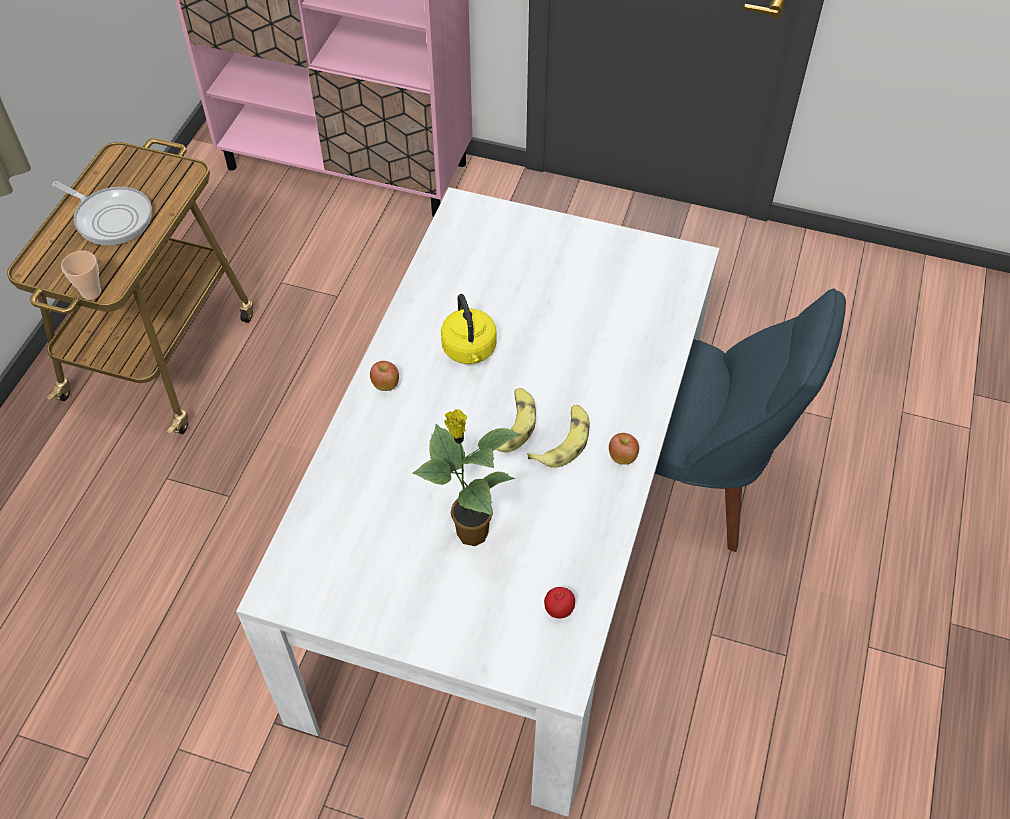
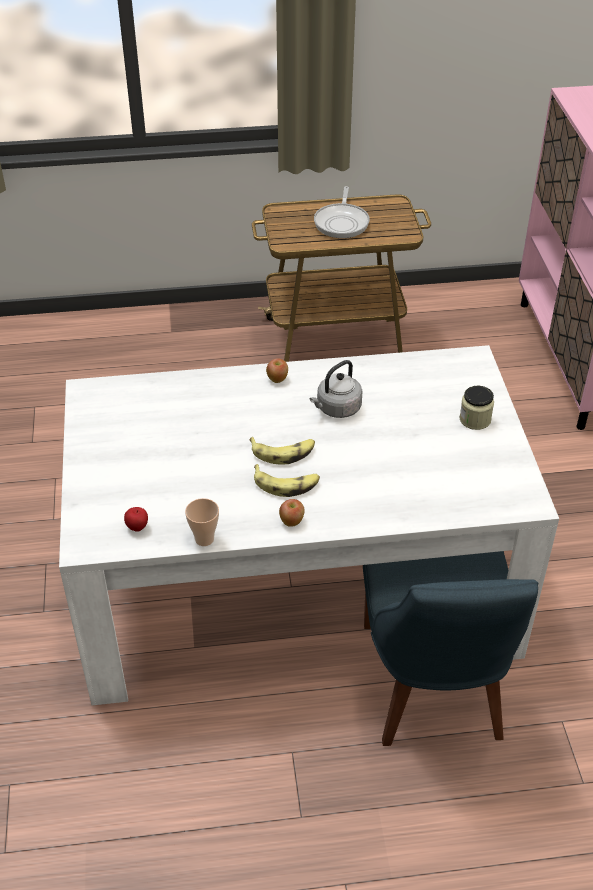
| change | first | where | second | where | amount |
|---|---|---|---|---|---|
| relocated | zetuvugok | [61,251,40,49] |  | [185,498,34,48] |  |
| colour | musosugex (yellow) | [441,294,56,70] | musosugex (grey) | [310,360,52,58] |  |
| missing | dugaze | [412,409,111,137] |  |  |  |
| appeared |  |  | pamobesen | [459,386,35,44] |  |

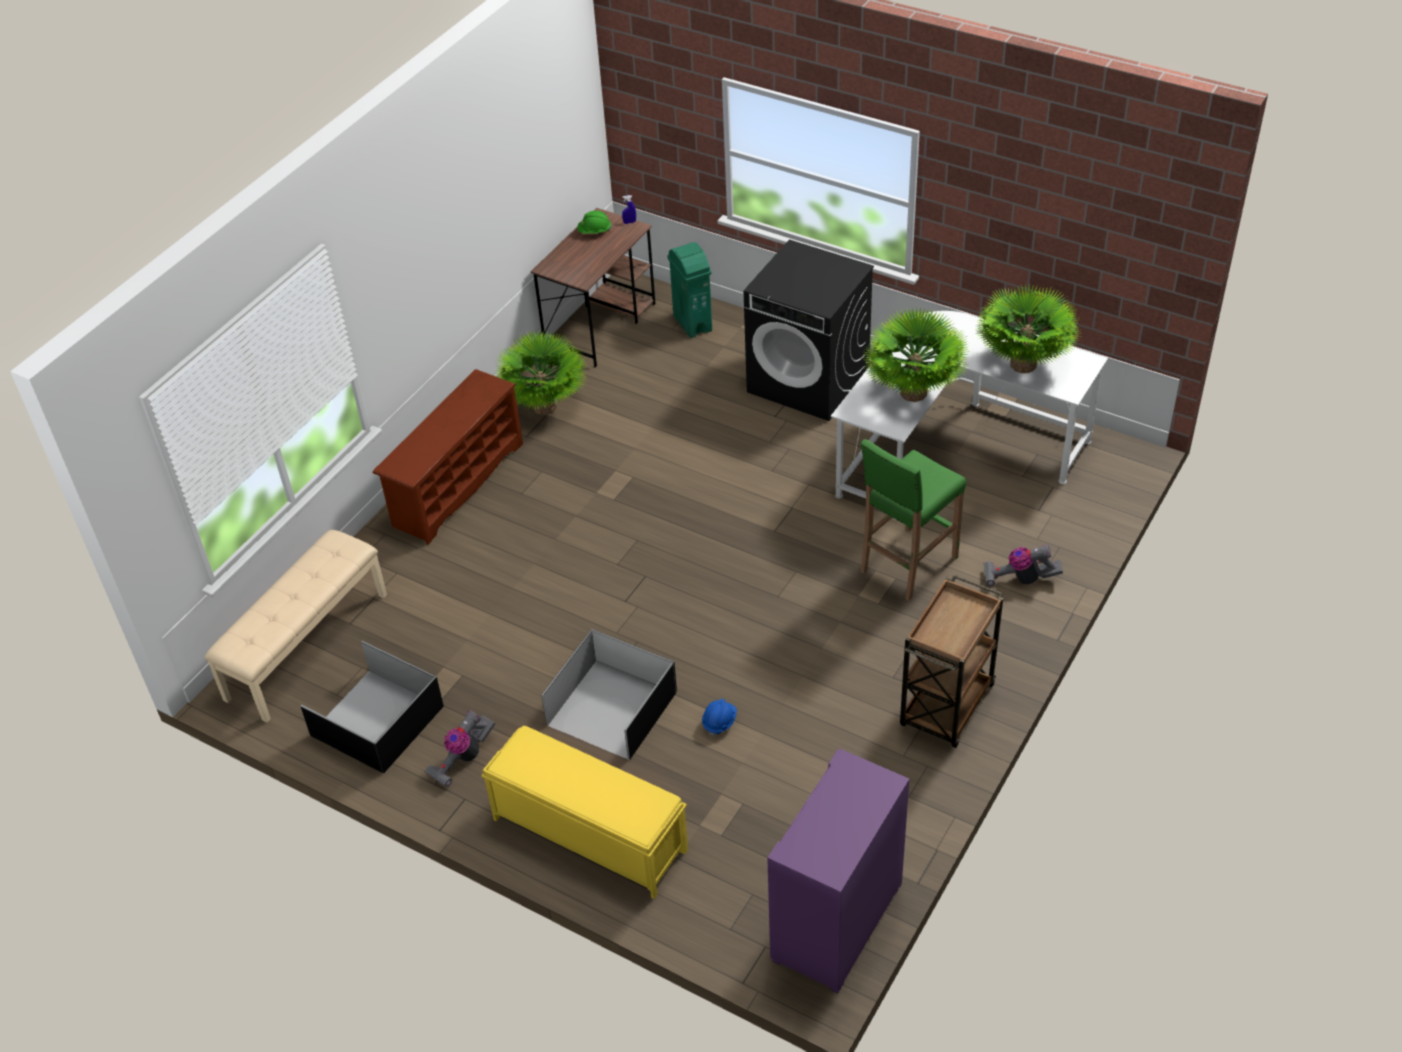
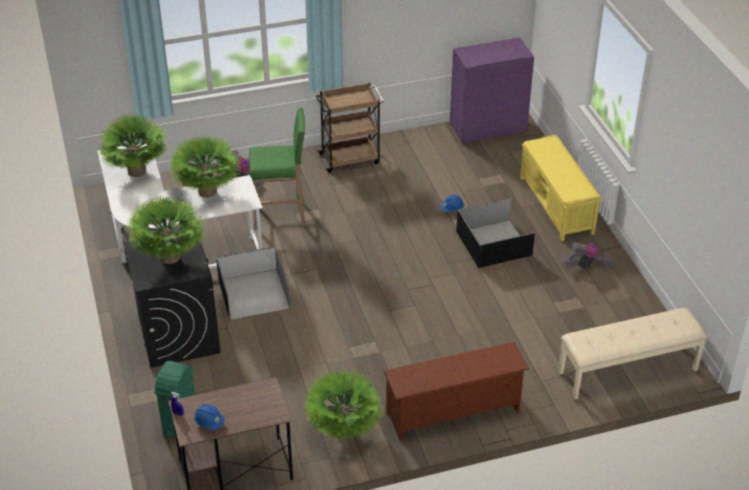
| change | first | where | second | where | amount |
|---|---|---|---|---|---|
| colour | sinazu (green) | [577,211,35,23] | sinazu (blue) | [194,404,31,26] |  |
| relocated | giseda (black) | [300,641,144,132] |  | [216,246,75,74] |  |
| appeared |  |  | dugaze | [126,195,80,69] |  |

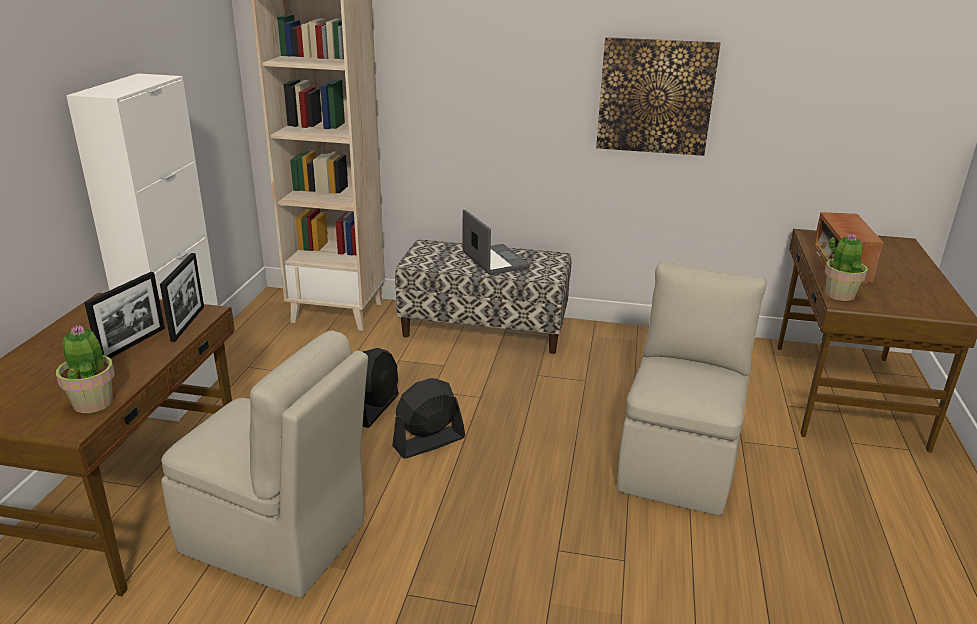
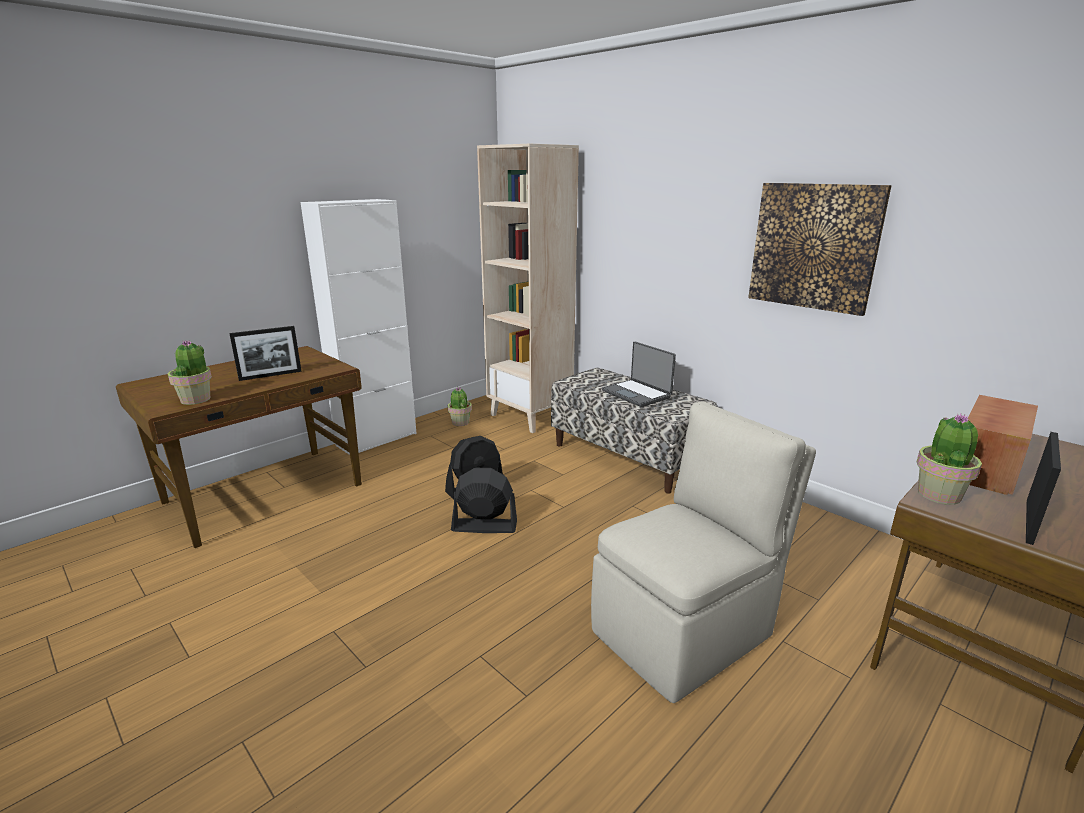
| change | first | where | second | where | amount |
|---|---|---|---|---|---|
| spun | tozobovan | [463,210,67,65] |  | [602,342,74,65] | 135 degrees clockwise |
| relocated | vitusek | [160,253,44,89] |  | [1026,432,35,113] |  |
| missing | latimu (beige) | [161,330,207,268] |  |  |  |
| appeared |  |  | dugaze | [448,387,24,39] |  |

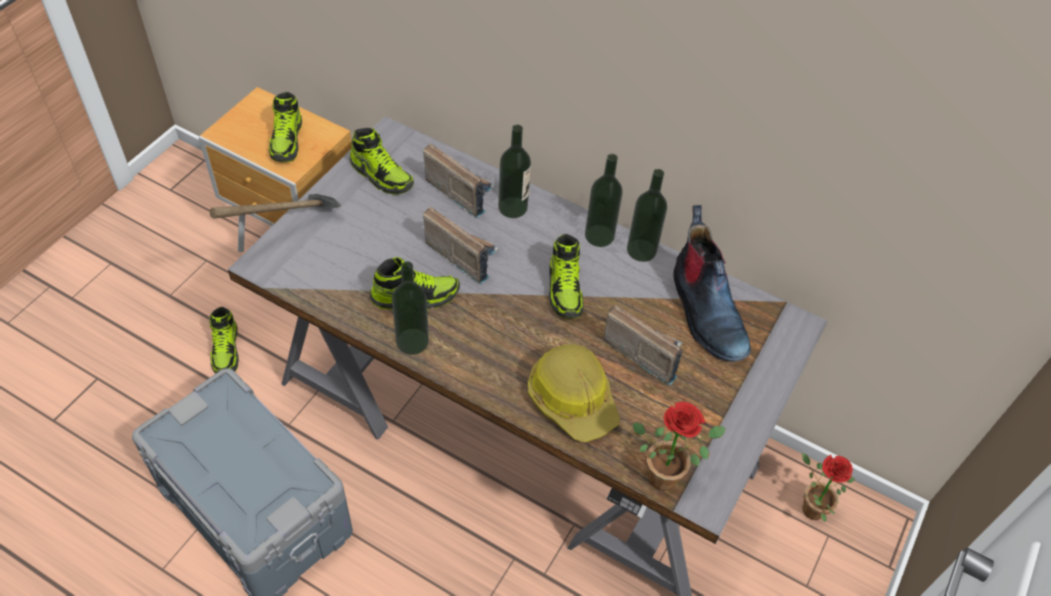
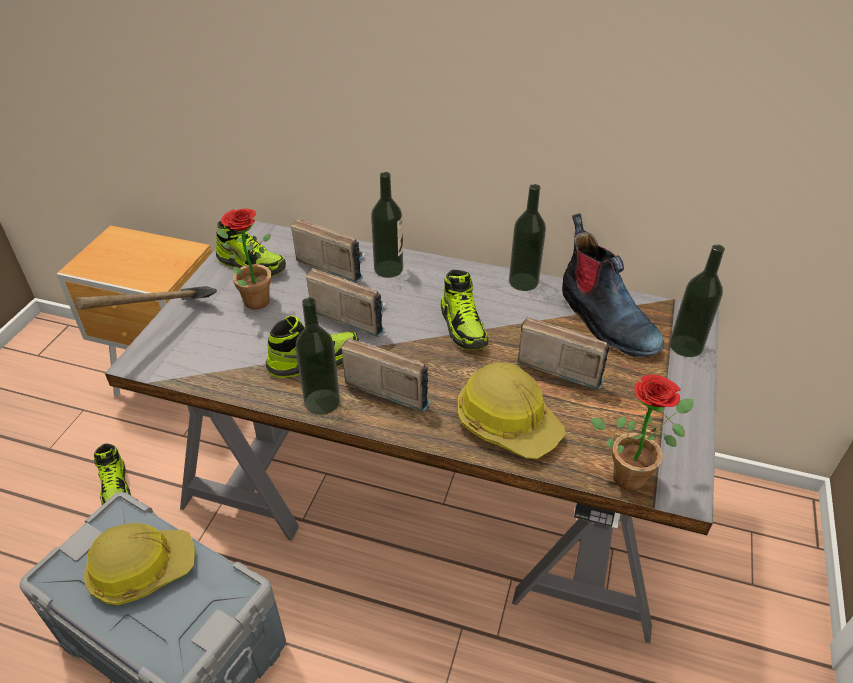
| change | first | where | second | where | amount |
|---|---|---|---|---|---|
| missing | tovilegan | [269,92,33,70] |  |  |  |
| relocated | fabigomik | [585,154,38,93] |  | [670,244,55,113] |  |
| relocated | dugaze | [802,453,53,69] |  | [216,209,55,101] |  |
| appeared |  |  | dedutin | [341,338,89,74] |  |
| appeared |  |  | sinazu | [84,523,111,83] |  |

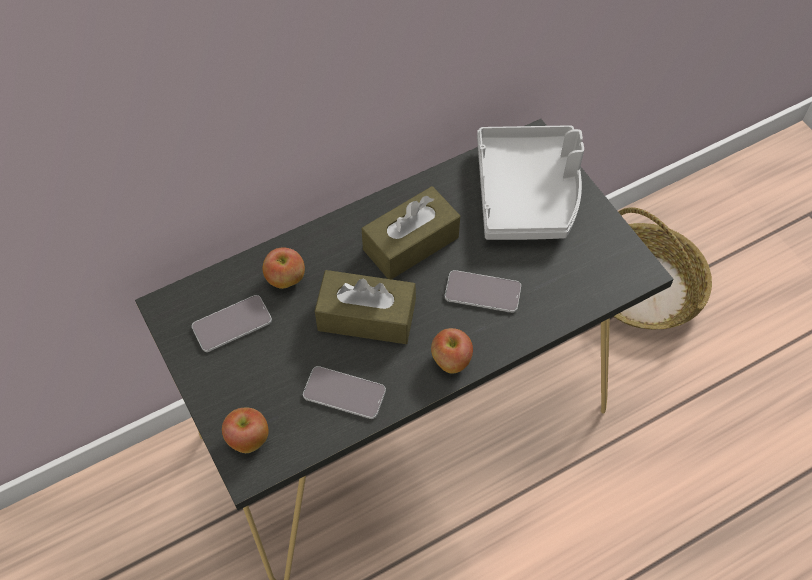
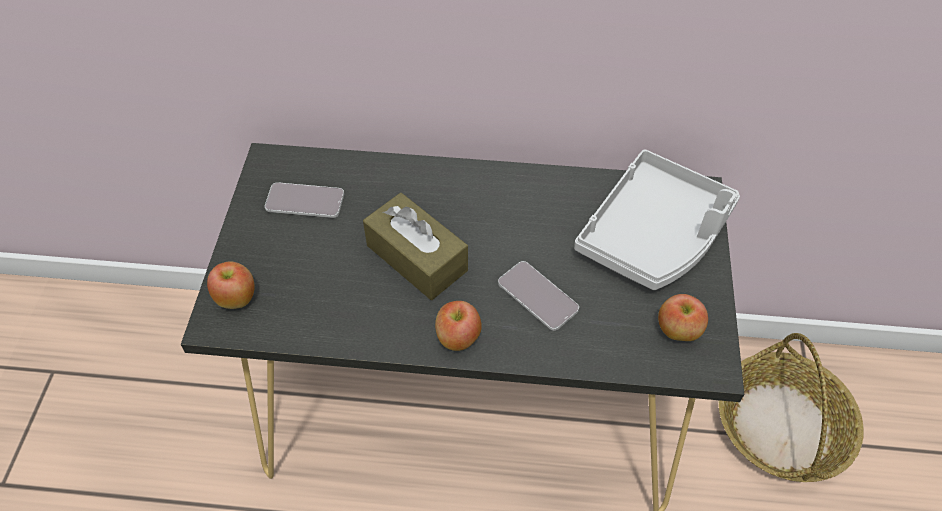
| change | first | where | second | where | amount |
|---|---|---|---|---|---|
| missing | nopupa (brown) | [362,186,98,93] |  |  |  |
| relocated | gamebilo | [262,248,43,41] |  | [658,294,50,47] |  |
| missing | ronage | [303,366,83,53] |  |  |  |

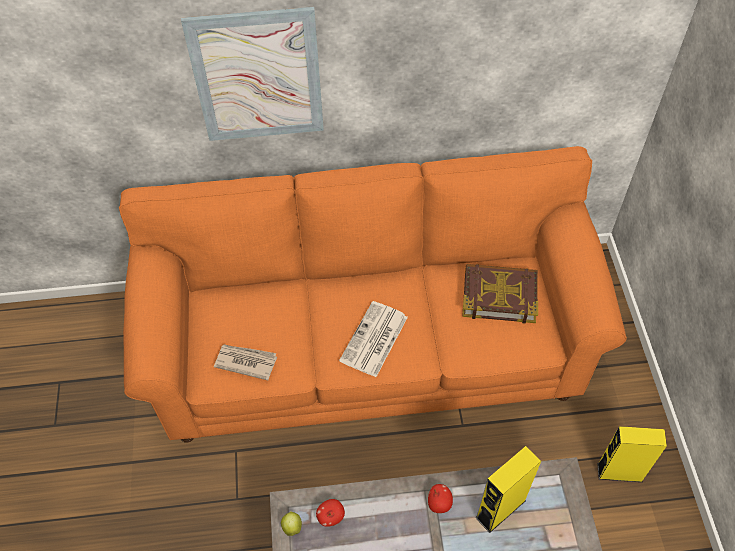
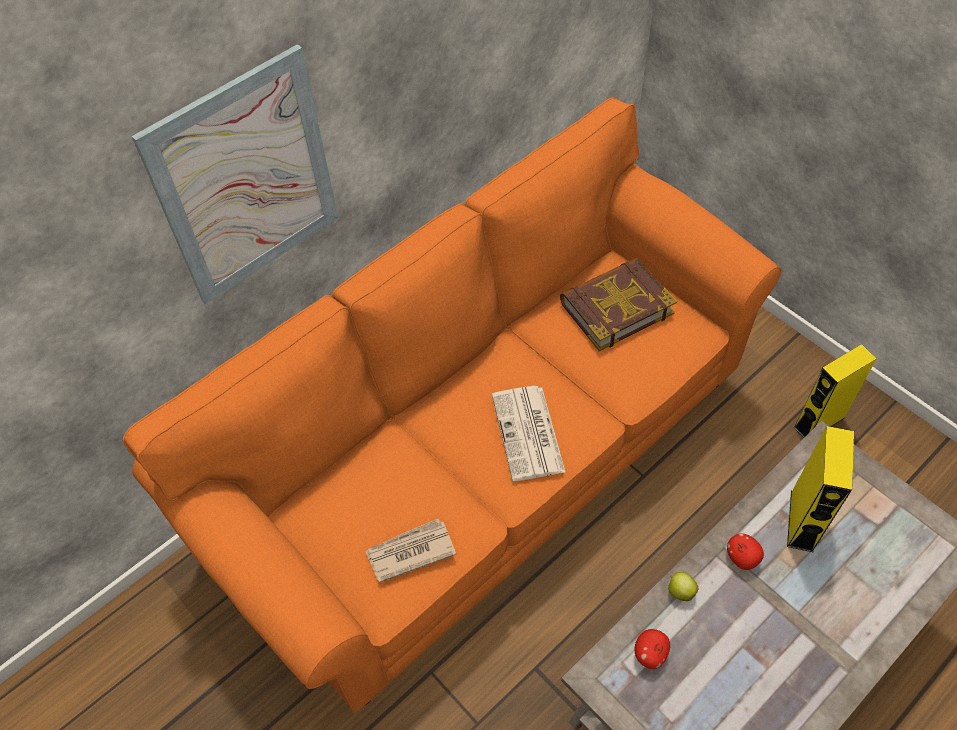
| change | first | where | second | where | amount |
|---|---|---|---|---|---|
| relocated | gamebilo | [281,511,21,25] |  | [668,572,30,29] |  |

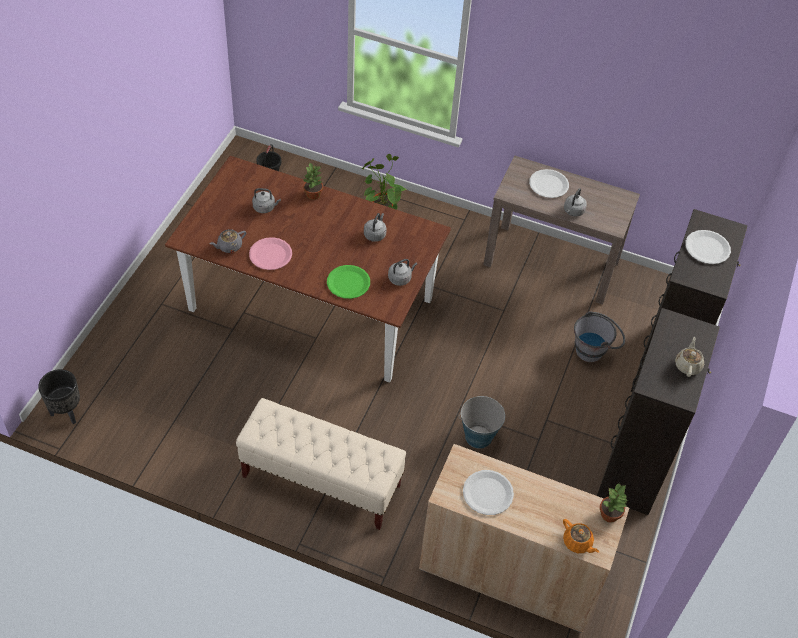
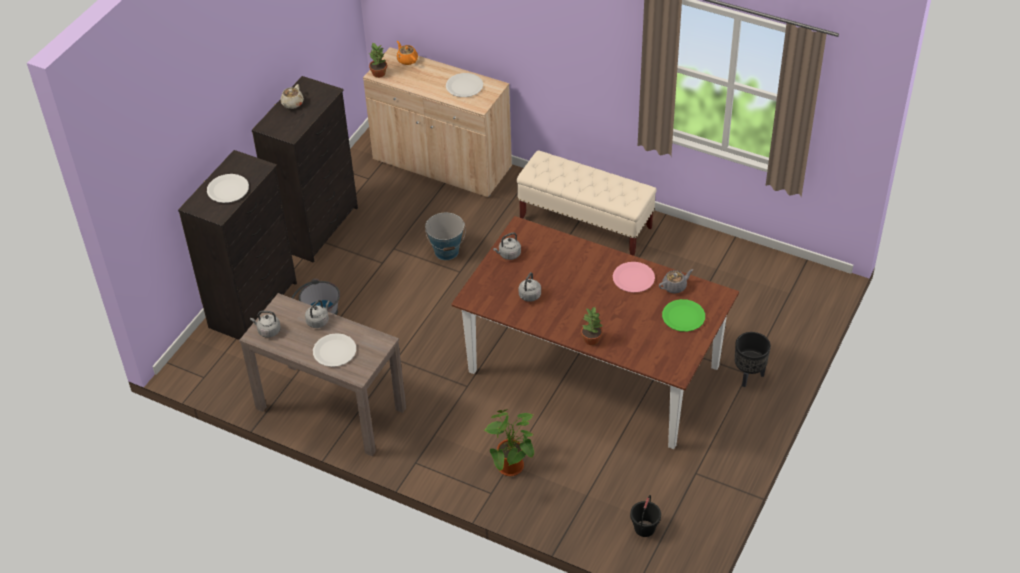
| change | first | where | second | where | amount |
|---|---|---|---|---|---|
| relocated | musosugex (grey) | [252,188,29,25] |  | [250,311,31,27] |  |
| relocated | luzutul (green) | [327,265,43,34] |  | [662,299,43,33] |  |
| relocated | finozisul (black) | [38,369,42,55] |  | [735,332,36,55] |  |

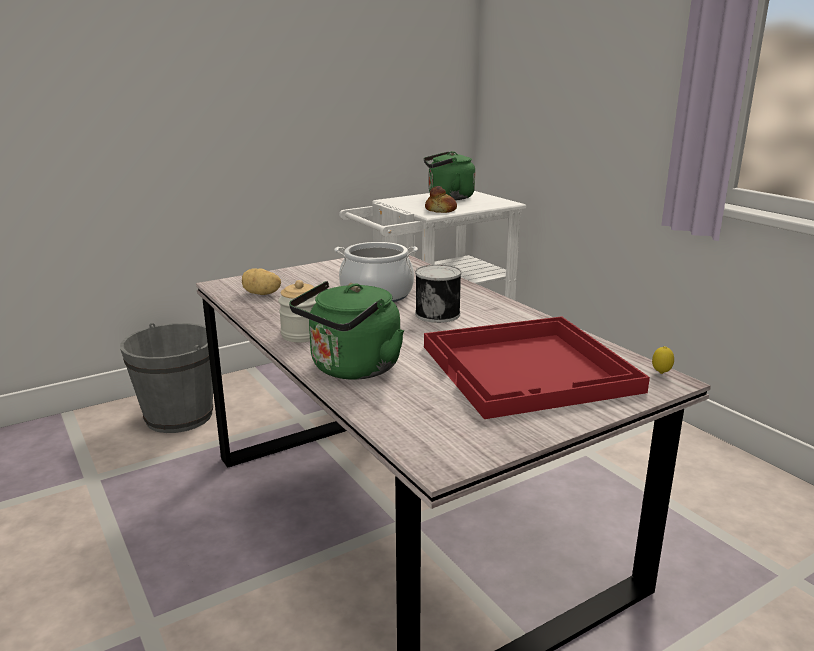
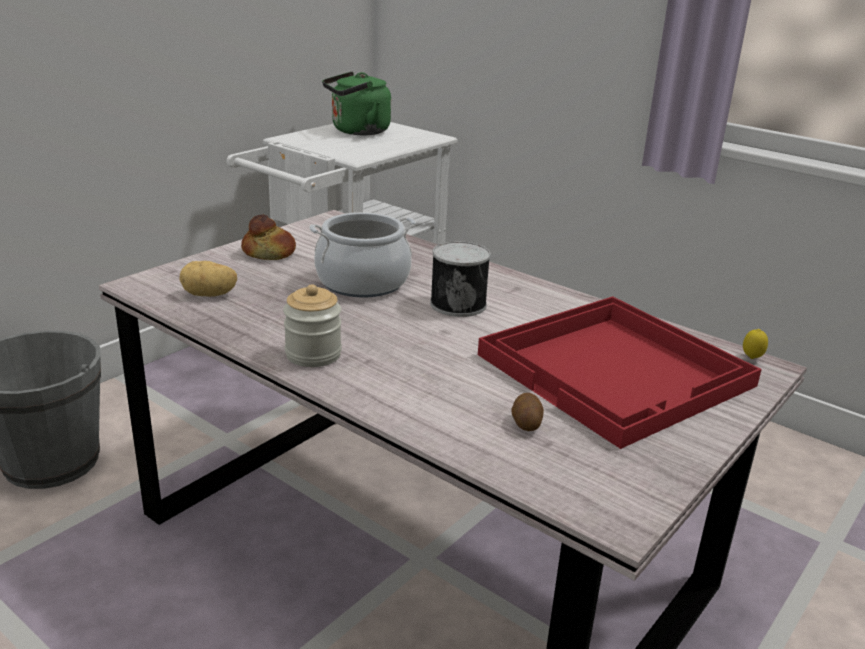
| change | first | where | second | where | amount |
|---|---|---|---|---|---|
| relocated | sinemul | [425,186,32,27] |  | [241,215,55,45] |  |
| missing | musosugex (green) | [289,281,115,98] |  |  |  |
| appeared |  |  | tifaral | [511,393,33,38] |  |

